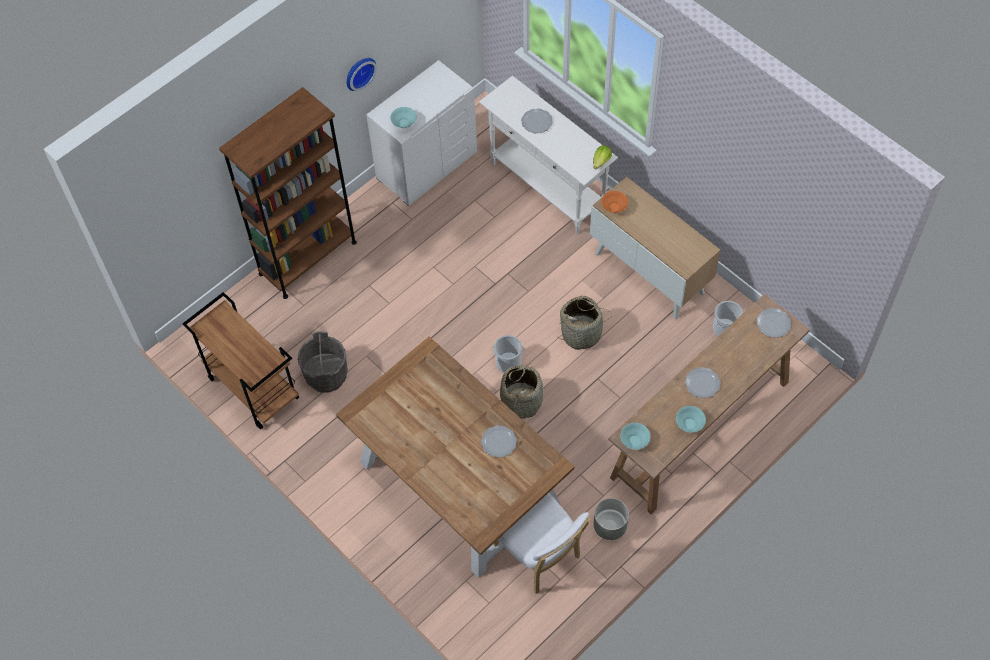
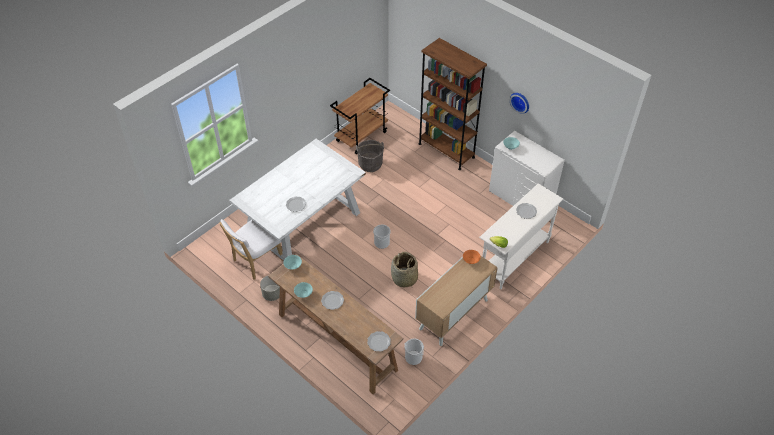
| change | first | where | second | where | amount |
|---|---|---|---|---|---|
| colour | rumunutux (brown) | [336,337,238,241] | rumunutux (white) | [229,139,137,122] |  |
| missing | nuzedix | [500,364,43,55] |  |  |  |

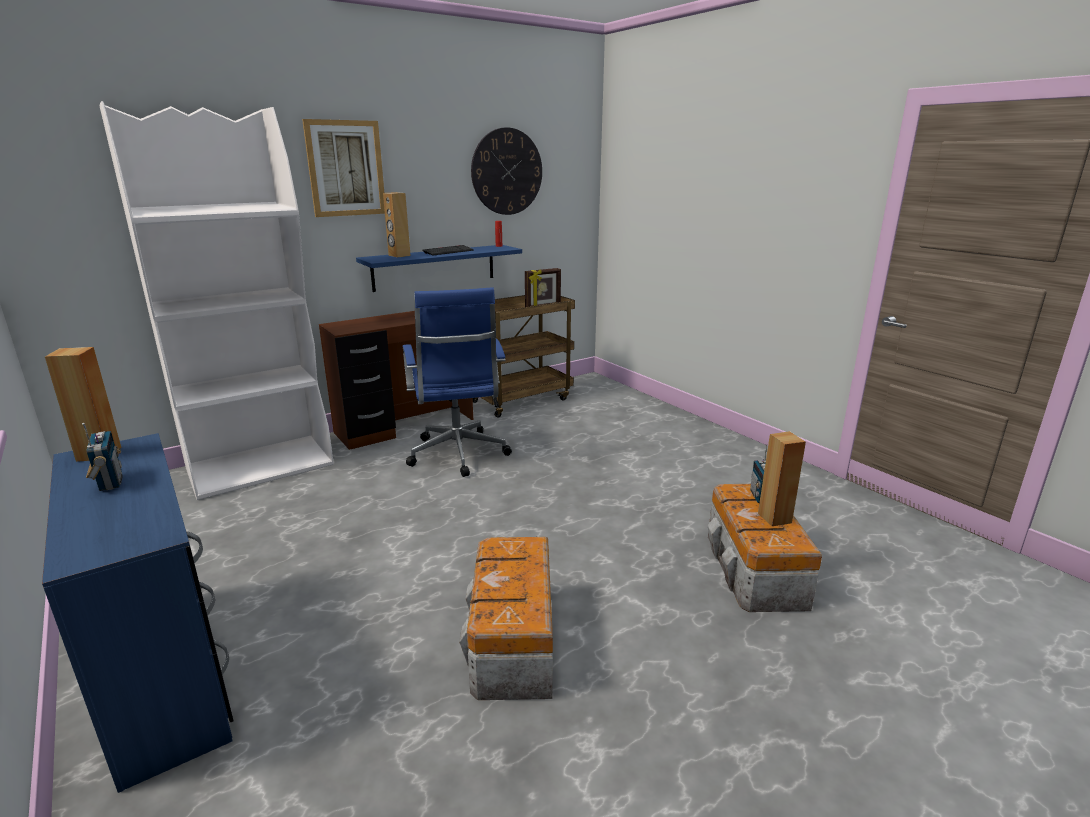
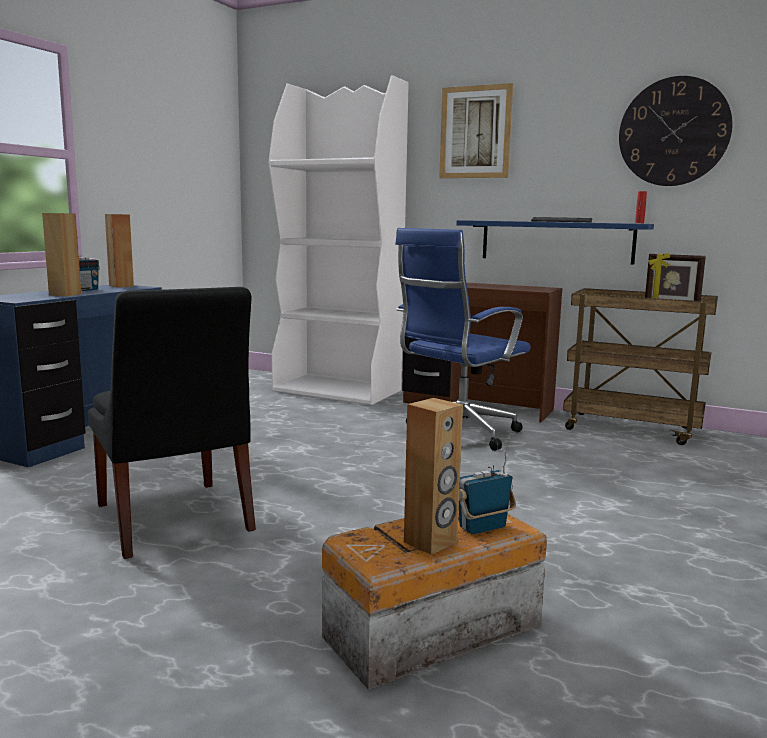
| change | first | where | second | where | amount |
|---|---|---|---|---|---|
| relocated | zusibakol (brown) | [383,192,28,65] |  | [42,213,39,83] |  |
| exchanged | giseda | [459,537,94,163] | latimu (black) | [88,287,168,272] |  |

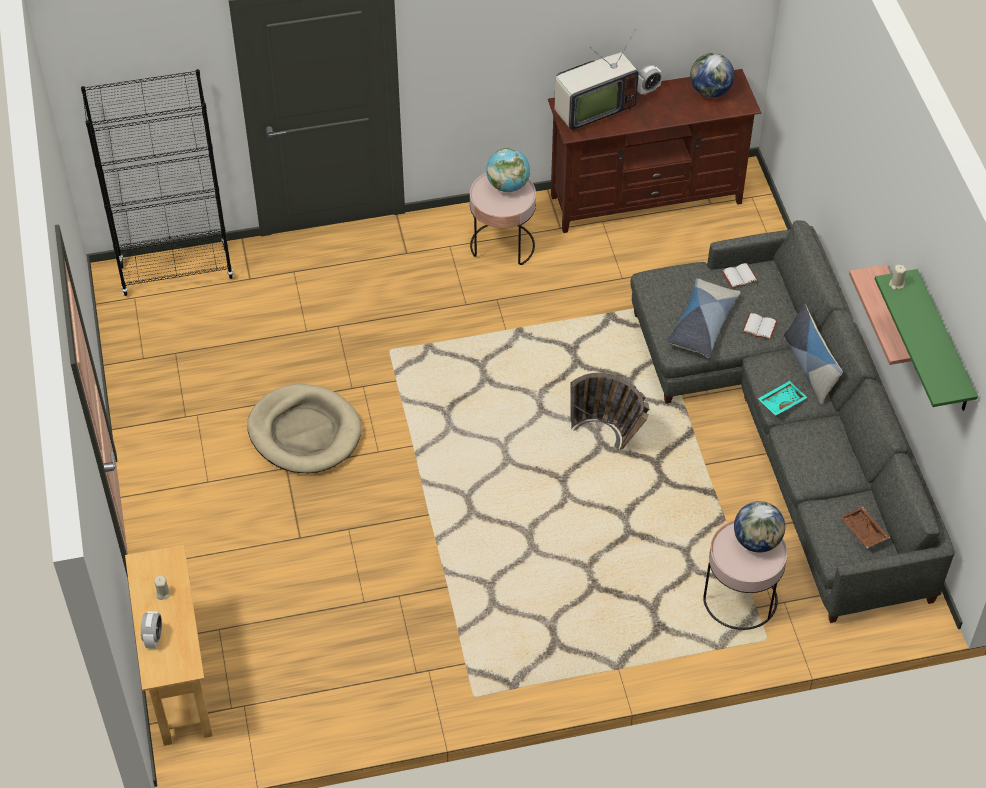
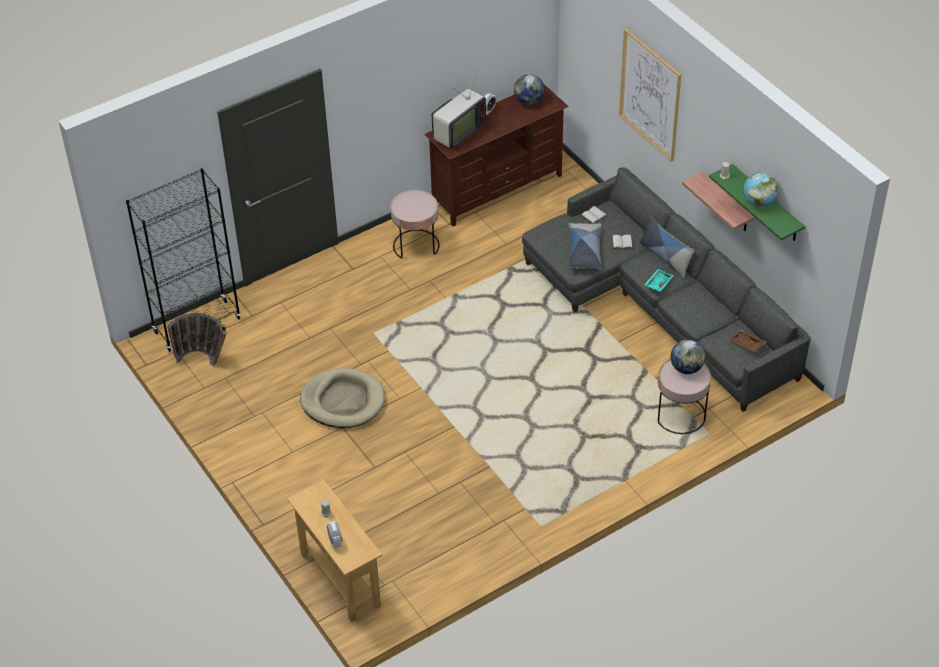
| change | first | where | second | where | amount |
|---|---|---|---|---|---|
| relocated | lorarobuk | [486,148,44,44] |  | [743,172,36,35] |  |
| relocated | nuzedix | [570,373,79,77] |  | [167,313,60,53] |  |
| appeared |  |  | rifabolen | [619,29,62,133] |  |

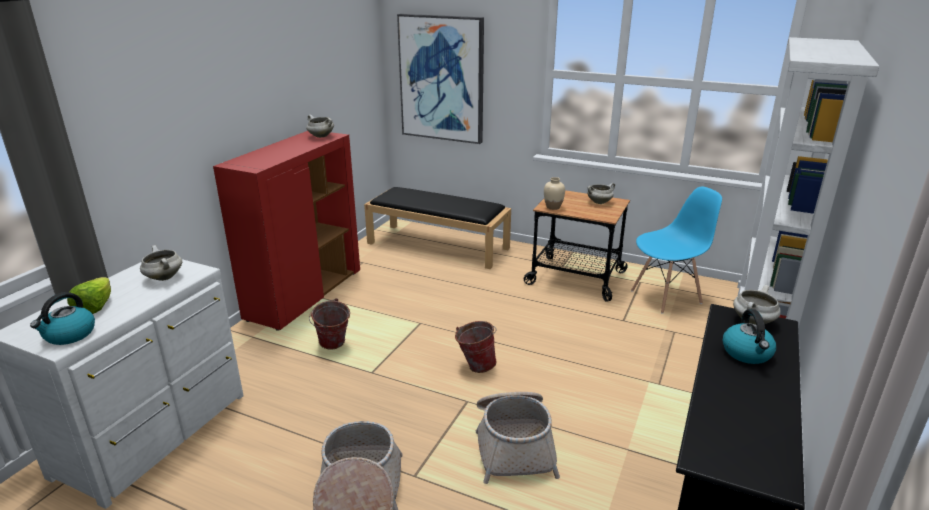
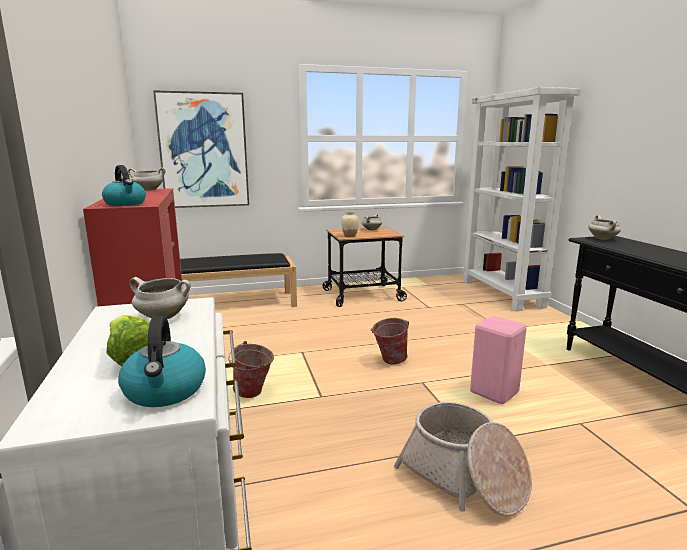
| change | first | where | second | where | amount |
|---|---|---|---|---|---|
| missing | latimu (blue) | [631,187,91,127] |  |  |  |
| relocated | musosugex | [723,309,53,55] |  | [102,165,44,41] |  |
| exchanged | nuzedix | [476,392,84,92] | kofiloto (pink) | [470,316,57,88] |  |

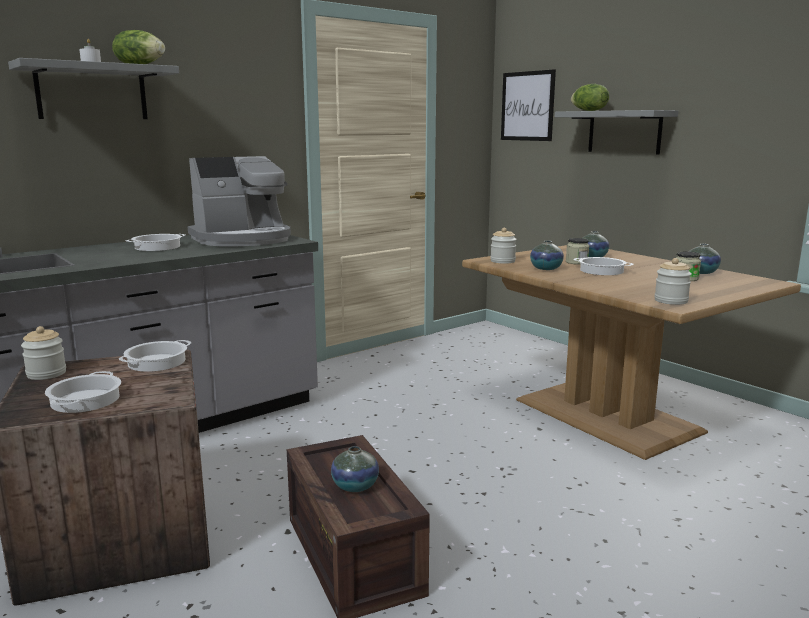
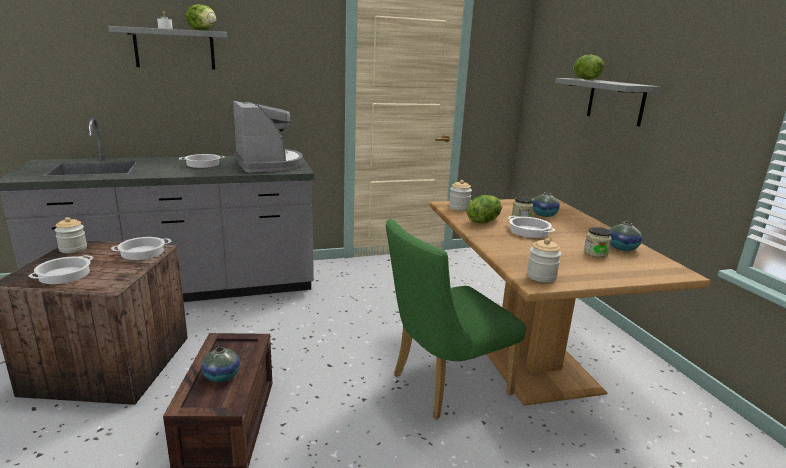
| change | first | where | second | where | amount |
|---|---|---|---|---|---|
| missing | rifabolen | [501,69,55,72] |  |  |  |
| spun | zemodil | [188,156,103,90] |  | [233,101,70,72] | 105 degrees counterclockwise |
| exchanged | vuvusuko | [530,241,34,29] | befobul | [467,195,35,28] |  |
| appeared |  |  | latimu (green) | [386,219,140,201] |  |

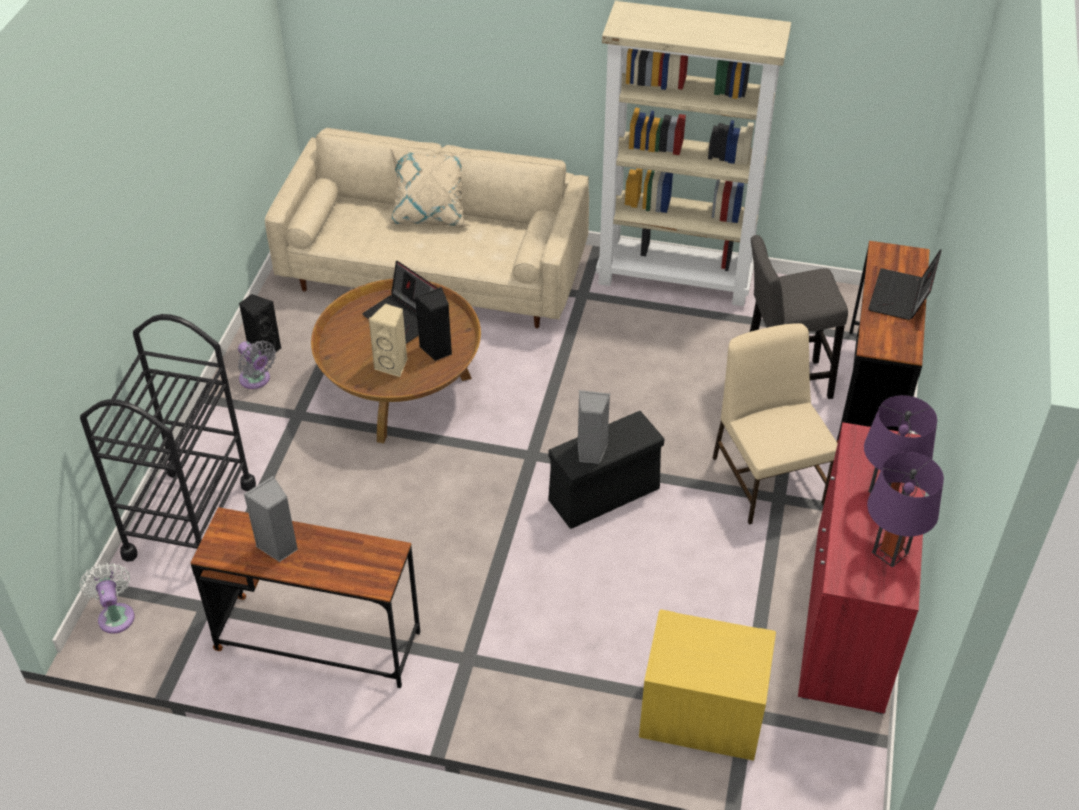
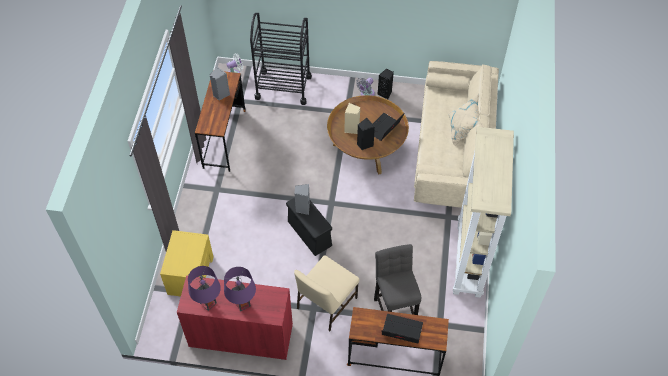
| change | first | where | second | where | amount |
|---|---|---|---|---|---|
| spun | latimu (beige) | [712,323,126,202] |  | [294,255,65,76] | 150 degrees clockwise |

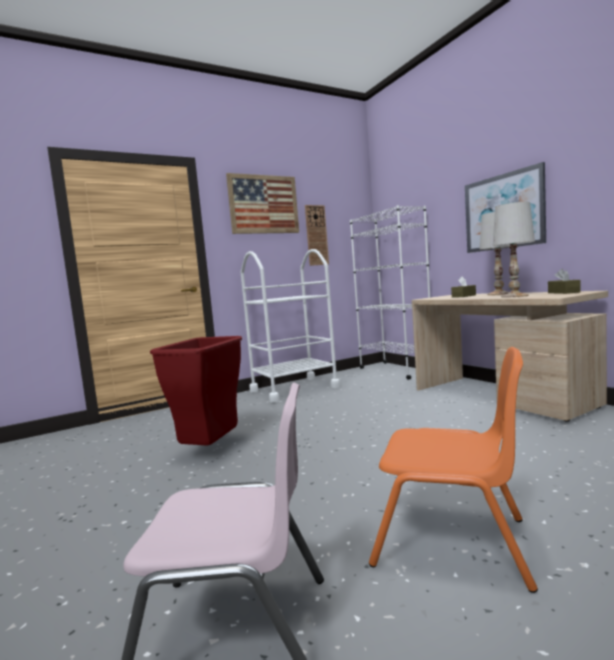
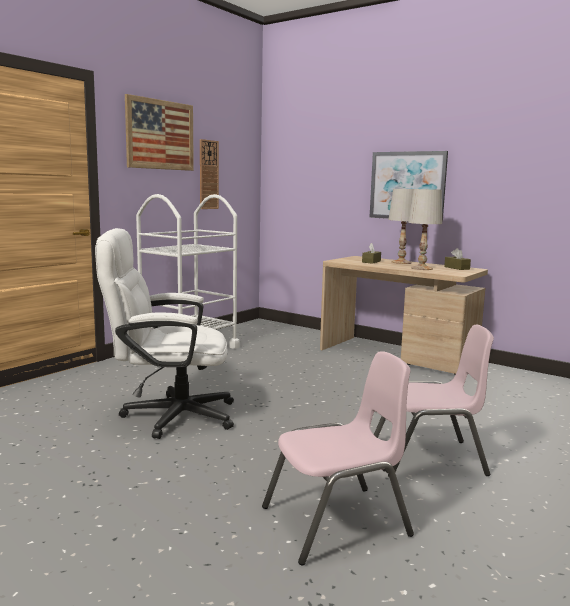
| change | first | where | second | where | amount |
|---|---|---|---|---|---|
| missing | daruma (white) | [350,205,80,175] |  |  |  |
| exchanged | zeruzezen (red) | [150,336,92,109] | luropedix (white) | [95,228,139,211] |  |
| colour | latimu (orange) | [369,347,169,246] | latimu (pink) | [374,325,120,152] |  |

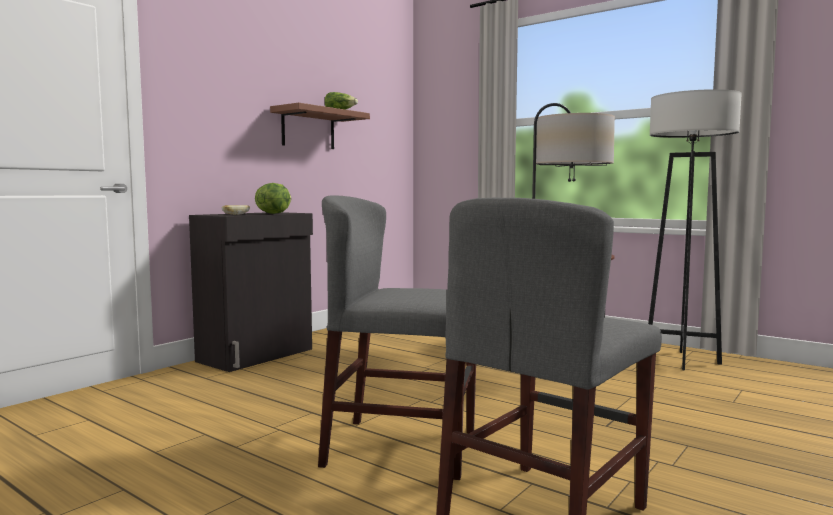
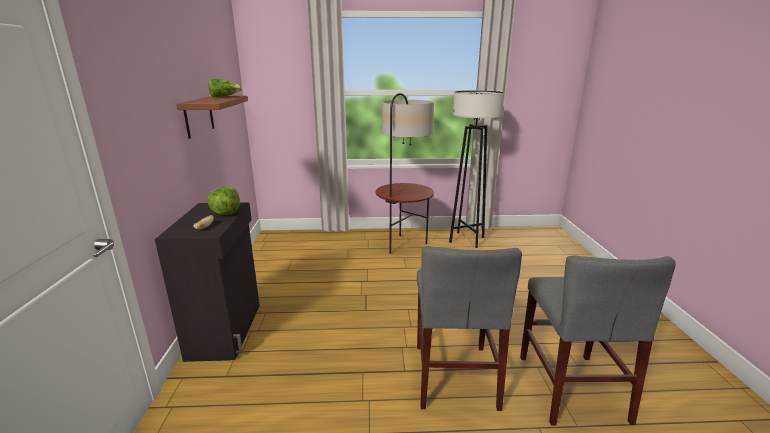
| change | first | where | second | where | amount |
|---|---|---|---|---|---|
| spun | latimu (grey) | [318,195,158,285] |  | [417,246,105,165] | 60 degrees counterclockwise |

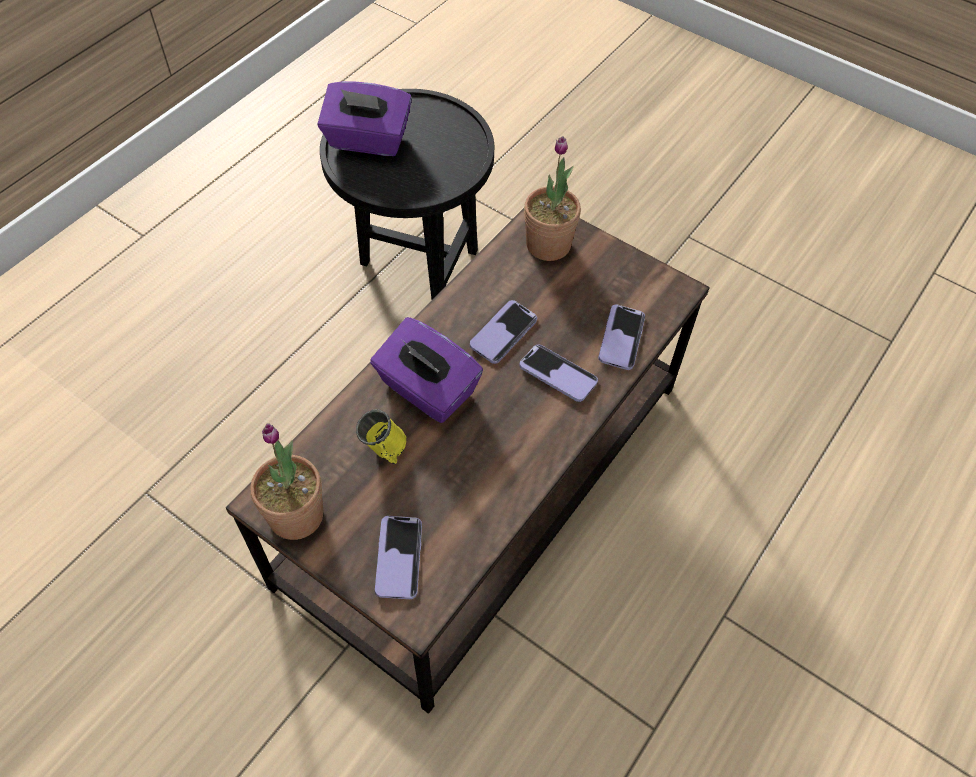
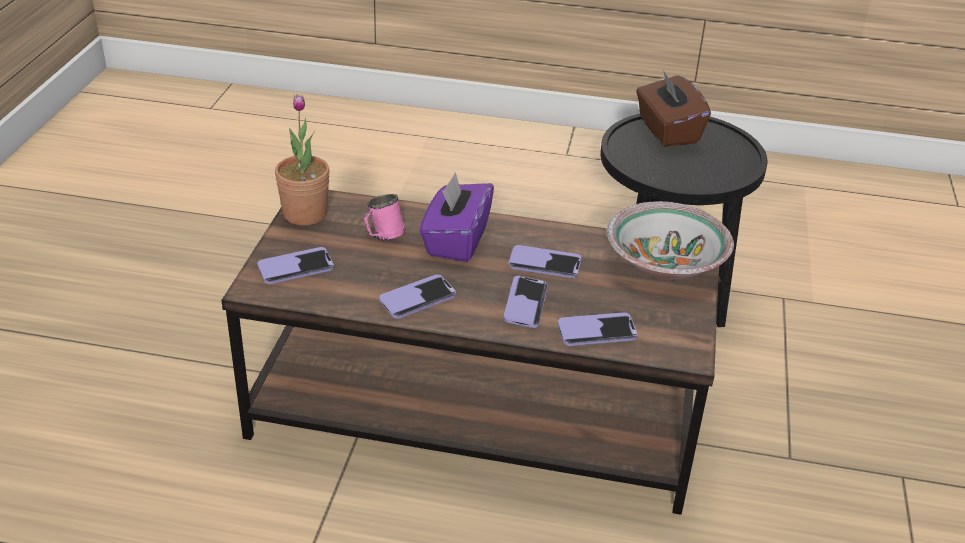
| change | first | where | second | where | amount |
|---|---|---|---|---|---|
| colour | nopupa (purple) | [317,81,95,75] | nopupa (brown) | [636,70,75,77] |  |
| exchanged | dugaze | [524,136,57,125] | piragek | [607,201,127,80] |  |
| colour | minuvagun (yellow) | [356,409,50,55] | minuvagun (pink) | [364,194,41,46] |  |
| appeared |  |  | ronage | [379,274,77,45] |  |

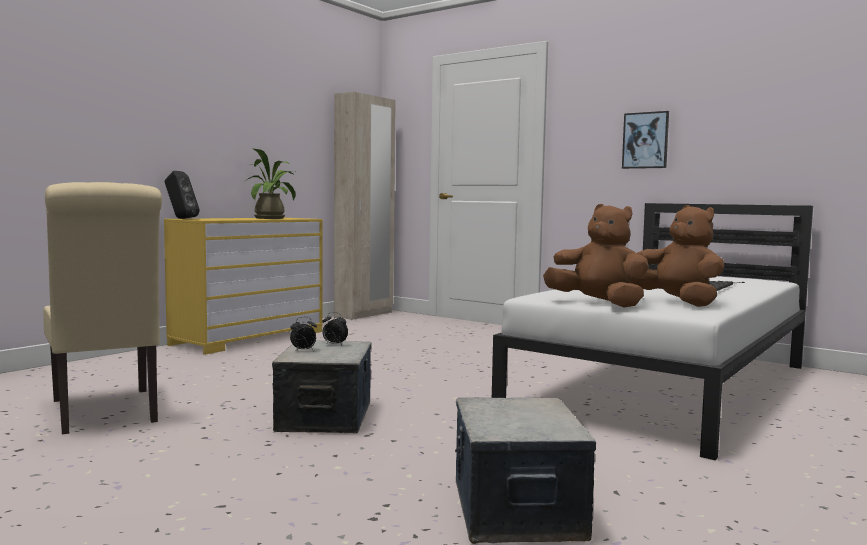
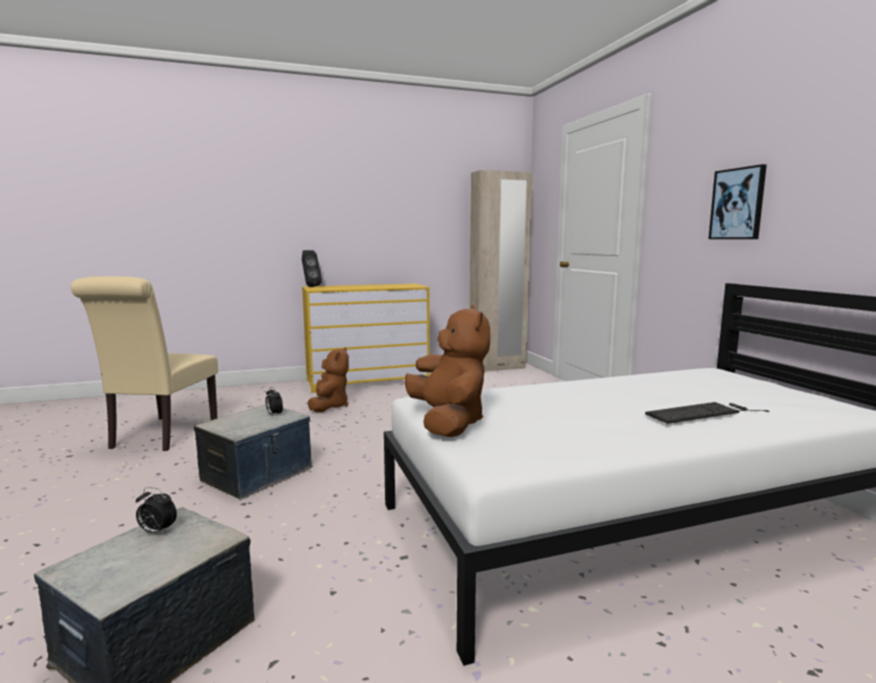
| change | first | where | second | where | amount |
|---|---|---|---|---|---|
| missing | dugaze | [244,148,52,71] |  |  |  |
| relocated | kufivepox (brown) | [629,205,95,102] |  | [308,347,41,65] |  |
| relocated | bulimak | [290,317,27,35] |  | [136,487,41,46] |  |

